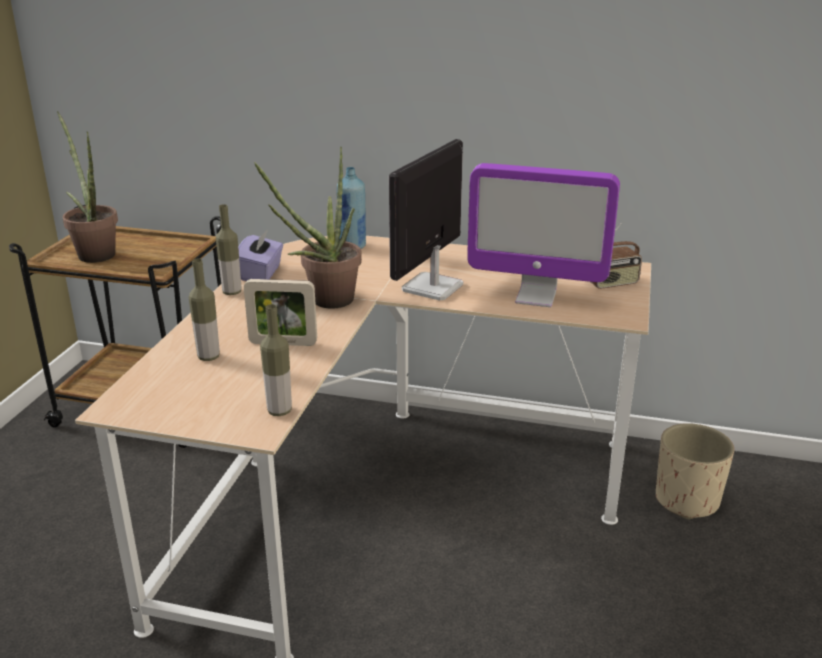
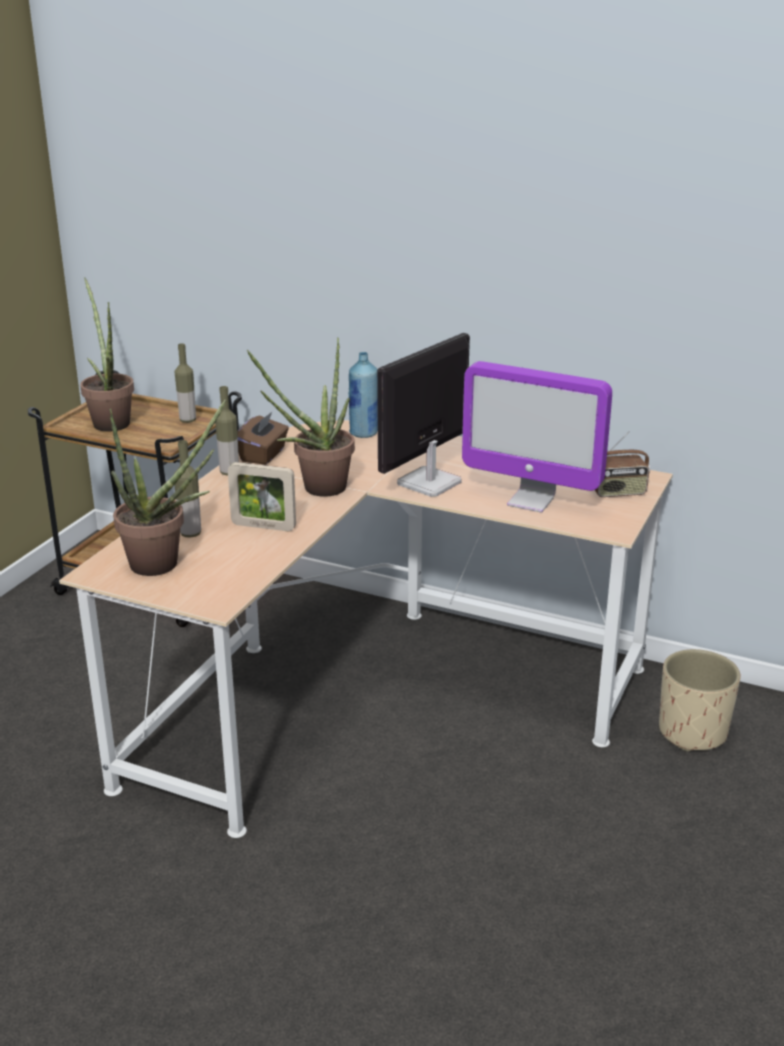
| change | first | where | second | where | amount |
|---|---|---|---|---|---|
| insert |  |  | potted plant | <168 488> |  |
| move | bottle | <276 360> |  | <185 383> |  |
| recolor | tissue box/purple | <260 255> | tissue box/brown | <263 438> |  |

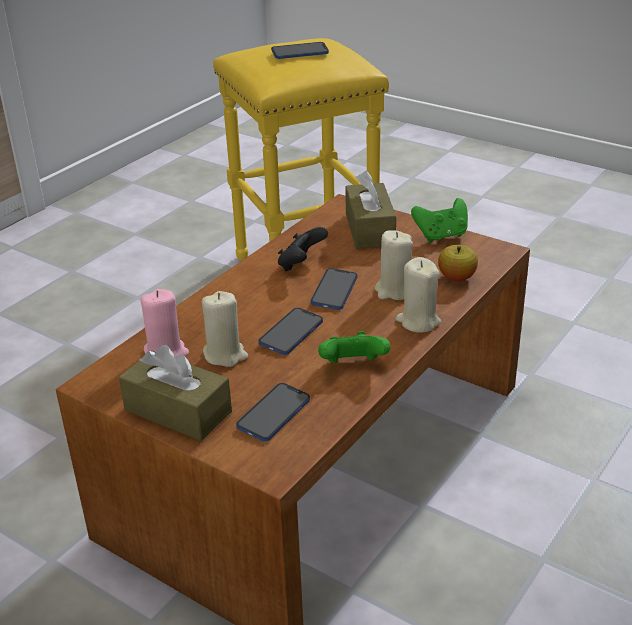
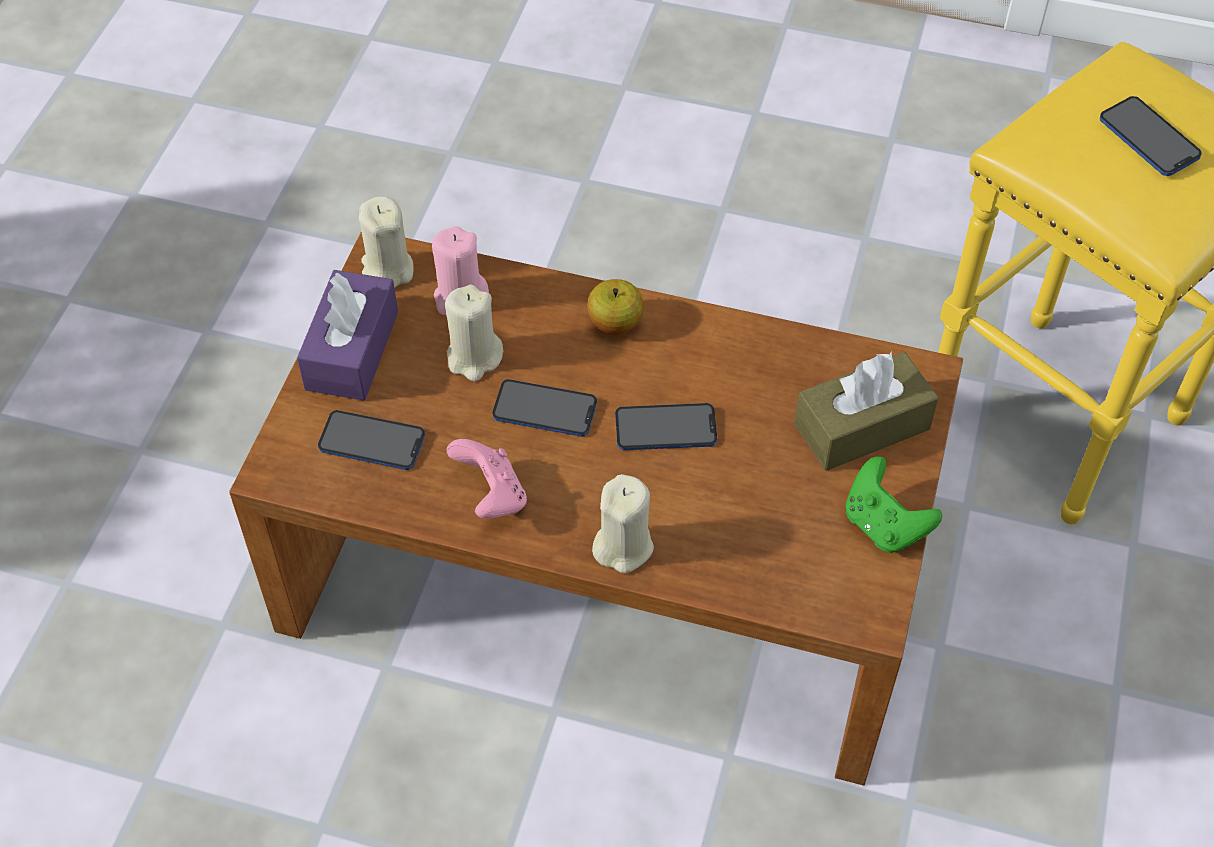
| change | first | where | second | where | amount |
|---|---|---|---|---|---|
| recolor | tissue box/brown | <175 393> | tissue box/purple | <347 335> |  |
| move | candle/beige | <394 265> |  | <386 242> |  |
| recolor | game controller/green | <354 347> | game controller/pink | <487 479> |  |
| move | apple | <458 263> |  | <615 307> |  |
| delete | game controller/black | <303 249> |  |  |  |

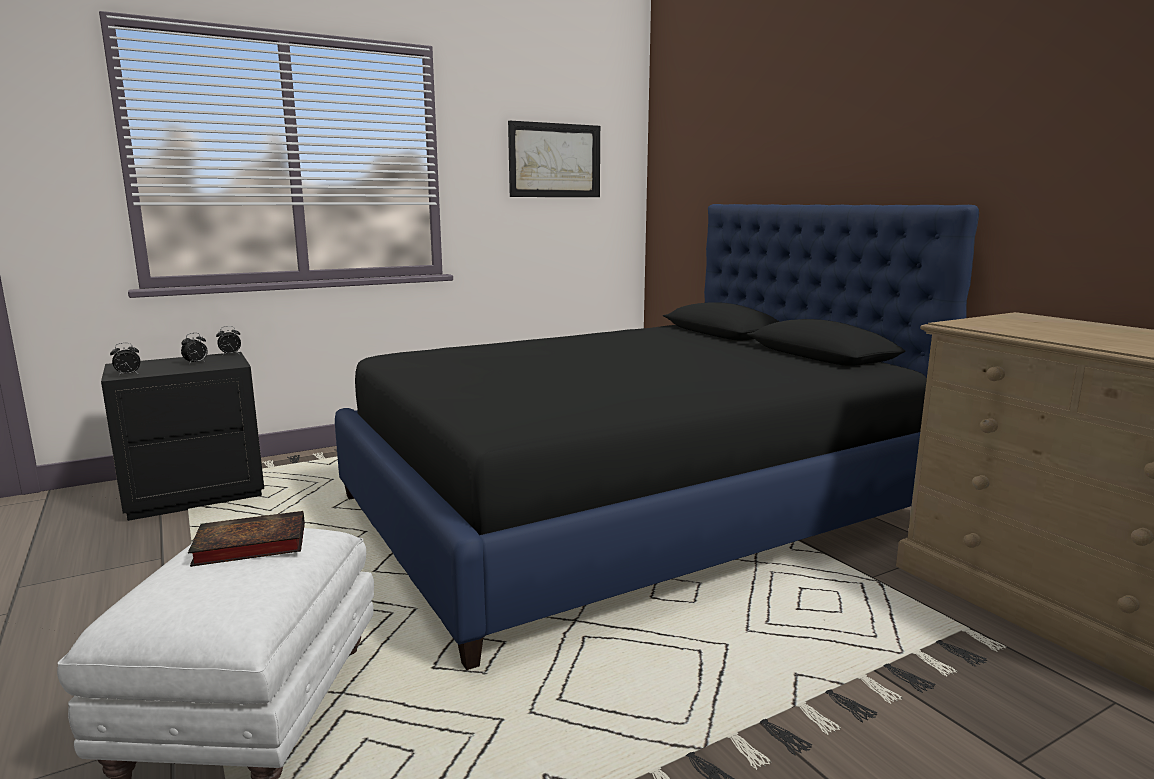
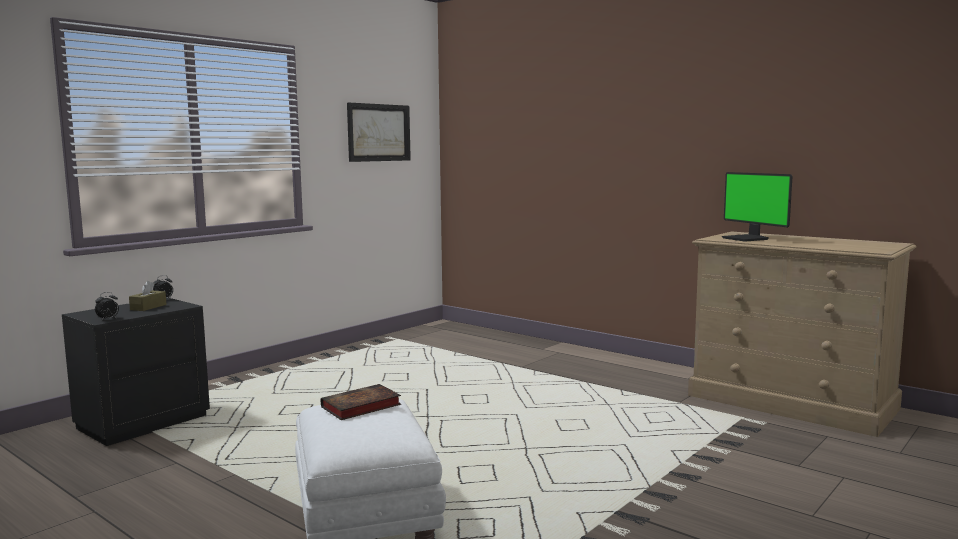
| change | first | where | second | where | amount |
|---|---|---|---|---|---|
| replace | alarm clock | <194 348> | tissue box/brown | <148 296> |  |
| insert |  |  | monitor | <757 207> |  |
| delete | bed/black | <657 437> |  |  |  |

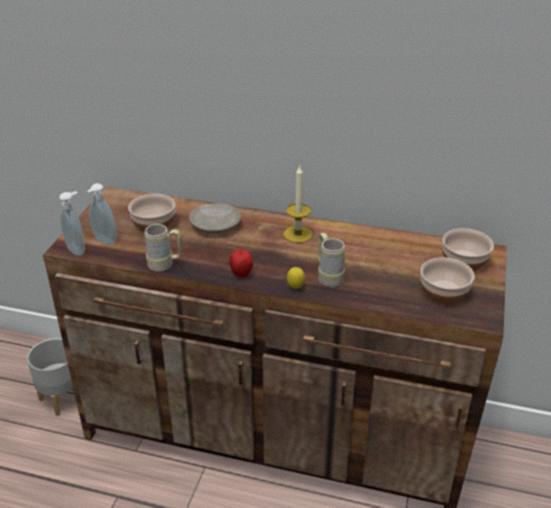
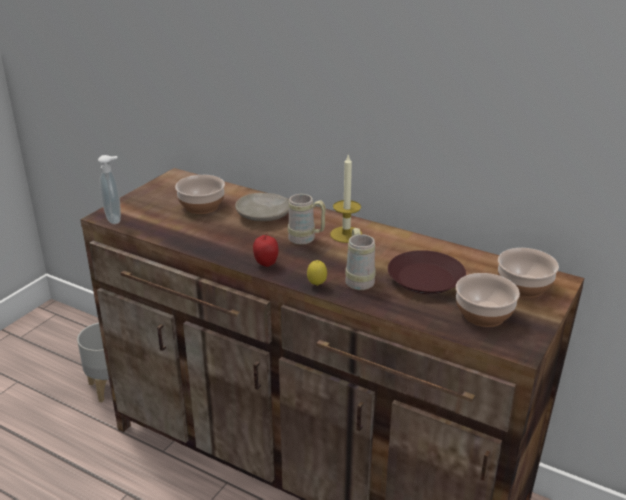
| change | first | where | second | where | amount |
|---|---|---|---|---|---|
| move | mug/beige | <163 248> |  | <307 219> |  |
| insert |  |  | plate/brown | <427 272> |  |
| delete | soap dispenser | <102 214> |  |  |  |

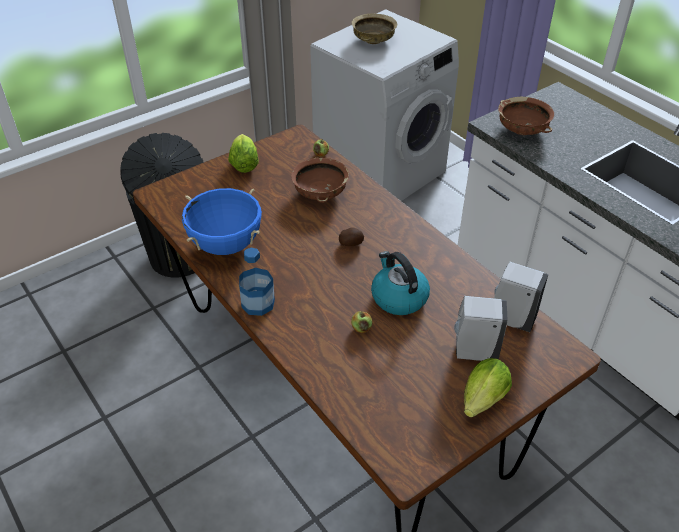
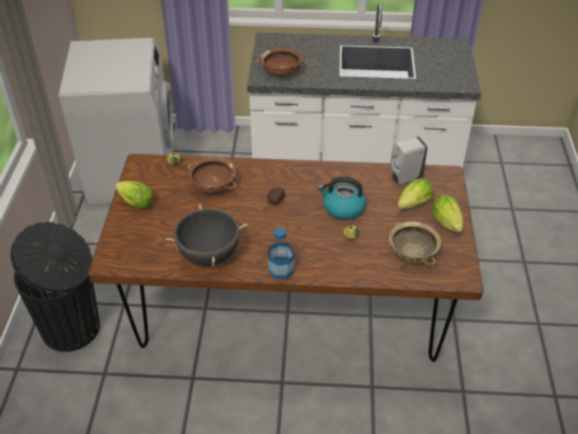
| change | first | where | second | where | amount |
|---|---|---|---|---|---|
| recolor | cooking pot/blue | <222 221> | cooking pot/black | <206 235> |  |
| move | bowl/beige | <374 29> |  | <415 243> |  |
| replace | soap dispenser/white | <481 328> | lettuce | <415 194> |  |

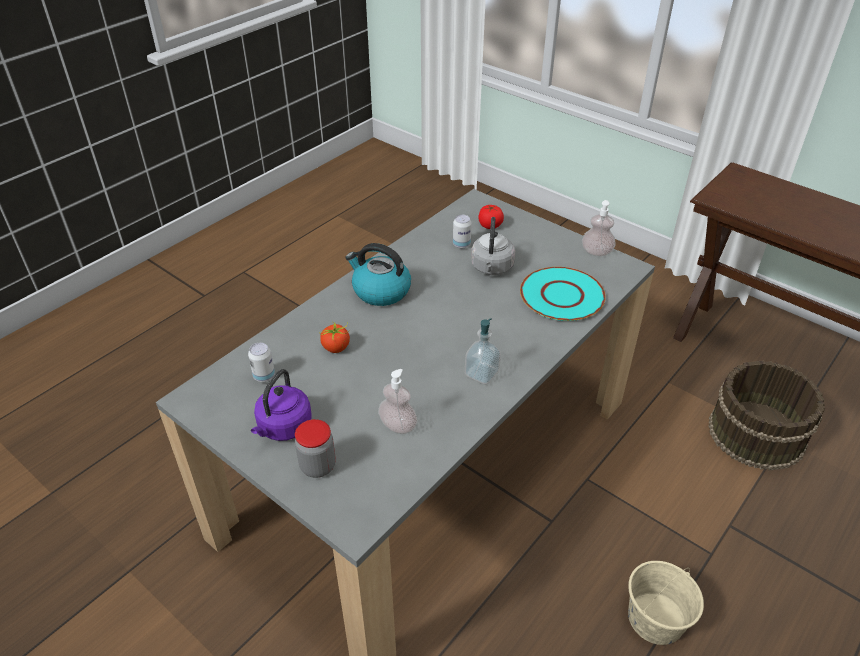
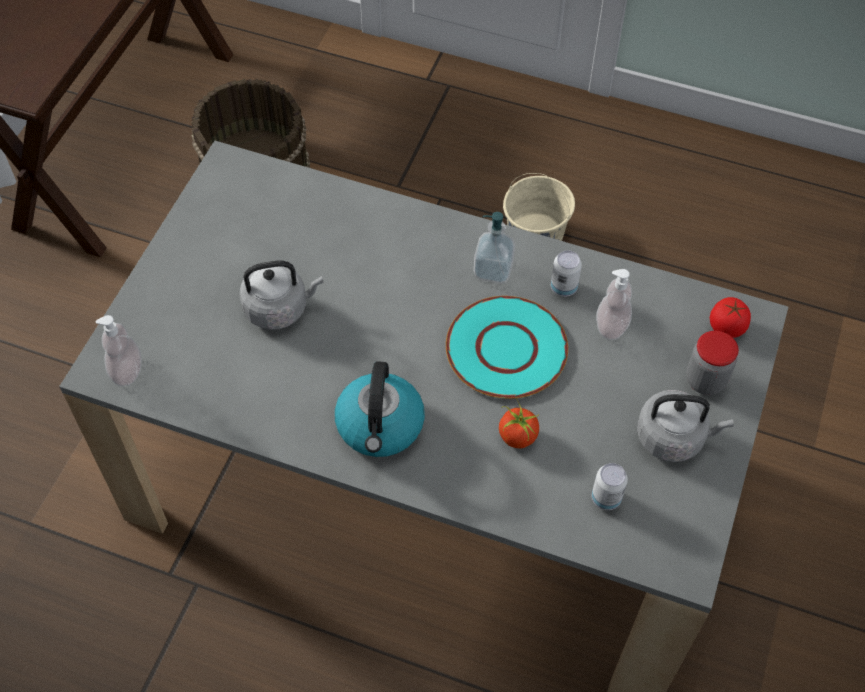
| change | first | where | second | where | amount |
|---|---|---|---|---|---|
| move | soap dispenser | <599 228> |  | <118 350> |  |
| move | plate/turquoise | <563 294> |  | <507 347> |  |
| move | can | <462 232> |  | <566 273> |  |
| recolor | kettle/purple | <281 405> | kettle/grey | <685 426> |  |
| move | tomato | <491 217> |  | <730 317> |  |

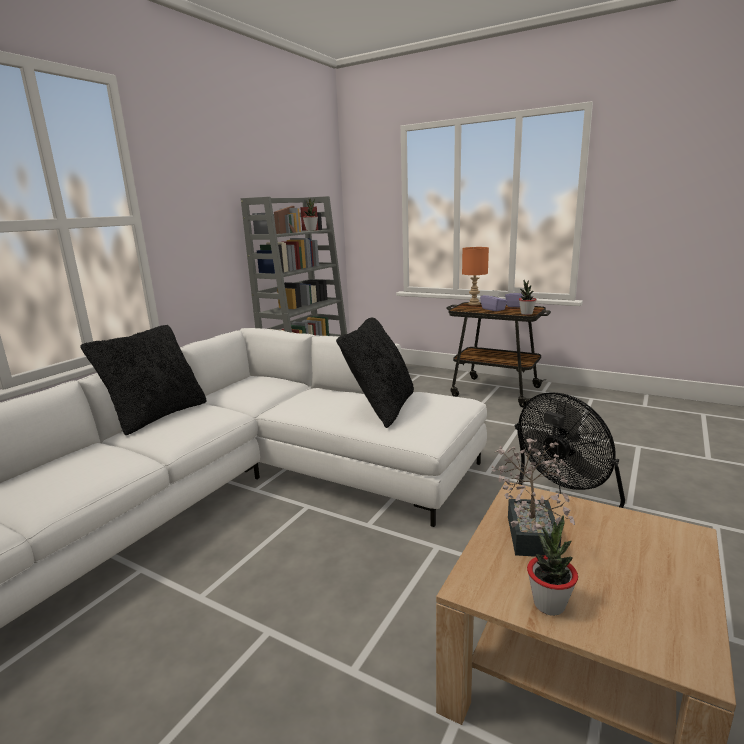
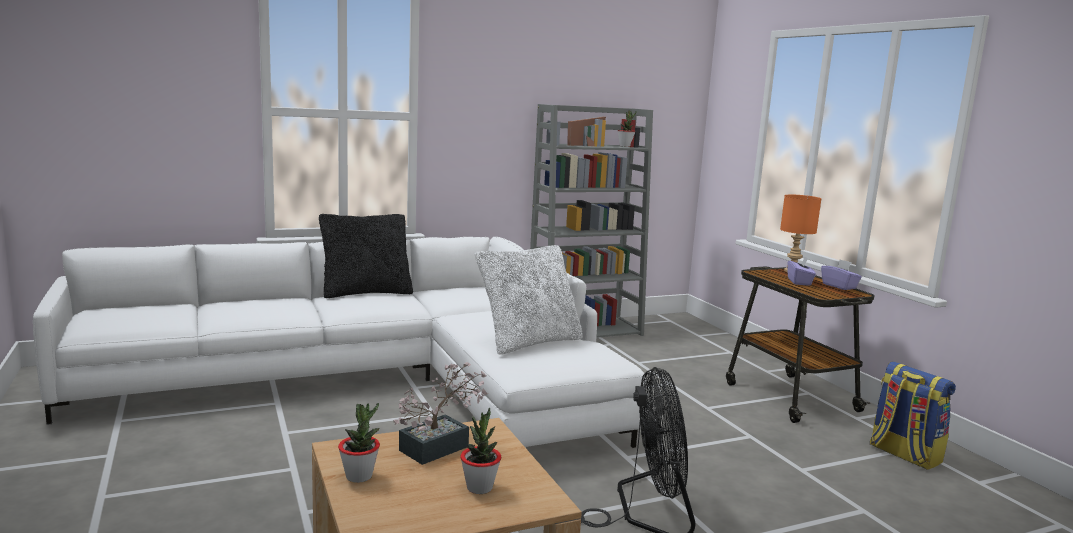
| change | first | where | second | where | amount |
|---|---|---|---|---|---|
| move | potted plant | <528 297> |  | <481 451> |  |
| recolor | pillow/black | <375 372> | pillow/white | <529 300> |  |
| insert |  |  | backpack | <913 415> |  |

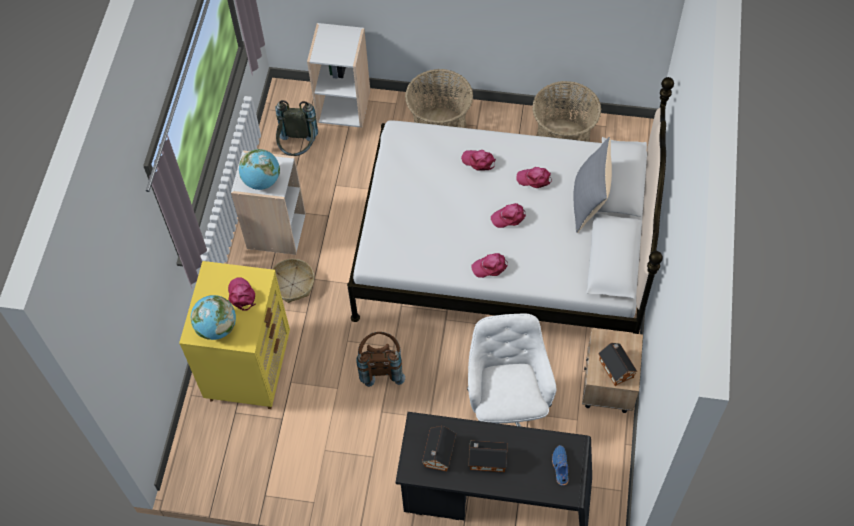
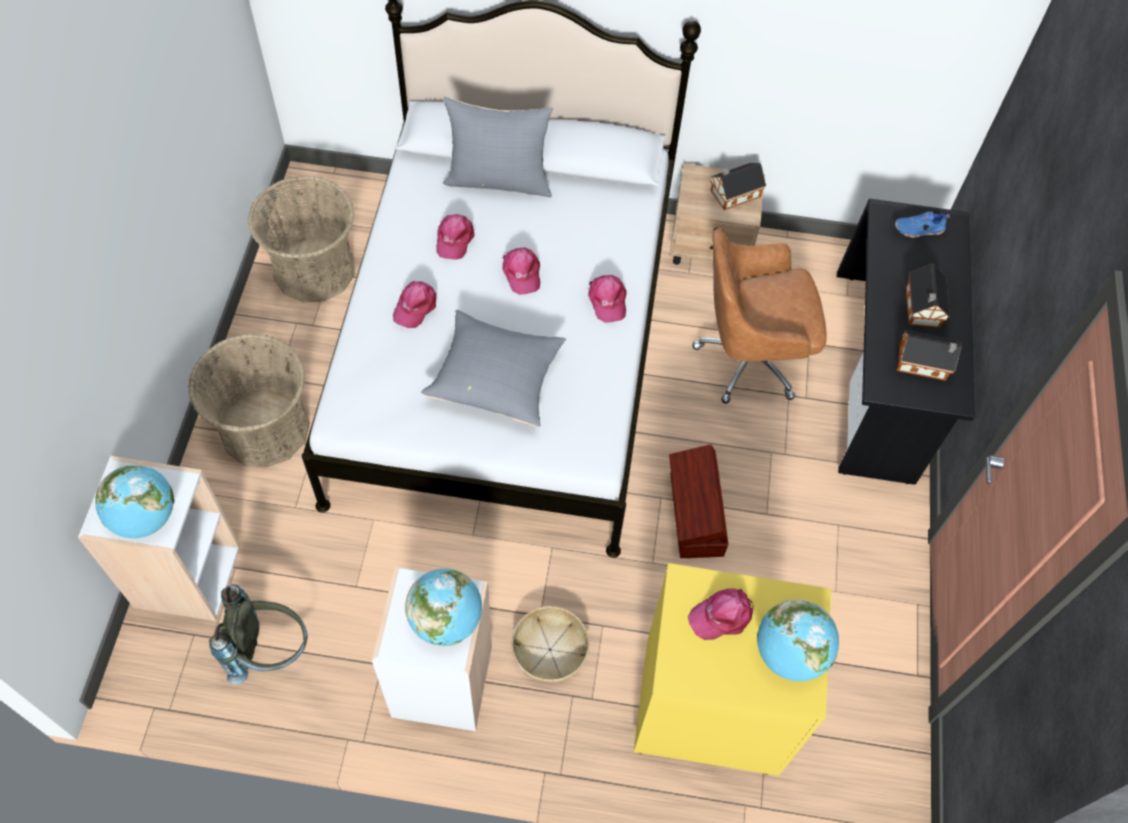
| change | first | where | second | where | amount |
|---|---|---|---|---|---|
| insert |  |  | globe | <135 501> |  |
| insert |  |  | pillow/grey | <493 368> |  |
| replace | backpack/brown | <380 359> | storage box/brown | <698 501> |  |
| recolor | office chair/white | <511 370> | office chair/brown | <759 315> |  |

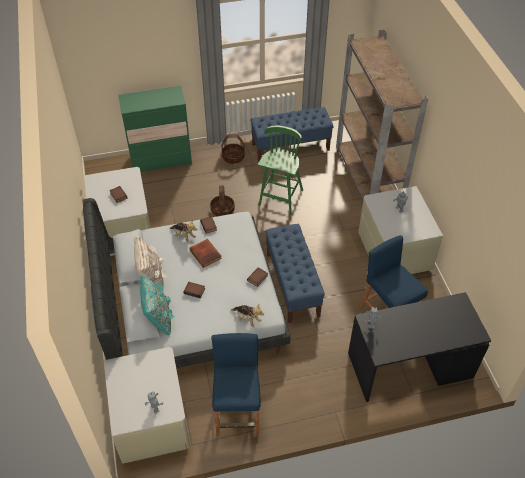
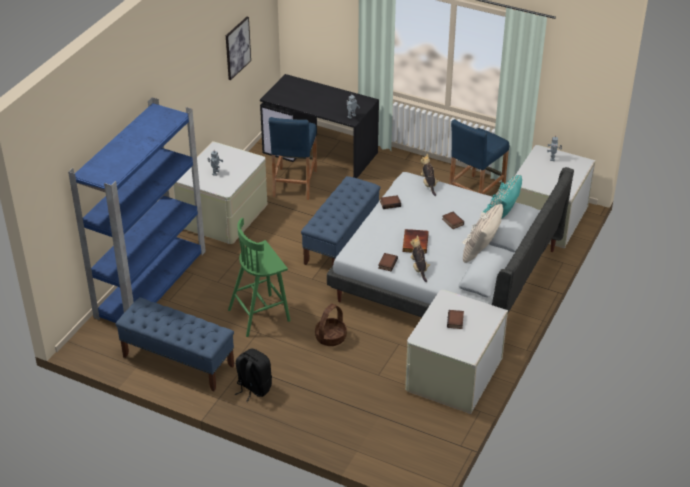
| change | first | where | second | where | amount |
|---|---|---|---|---|---|
| recolor | bookcase/brown | <382 116> | bookcase/blue | <137 210> |  |
| insert |  |  | picture | <238 48> |  |
| replace | basket | <233 149> | backpack/black | <253 375> |  |
| delete | dresser/green | <155 129> |  |  |  |

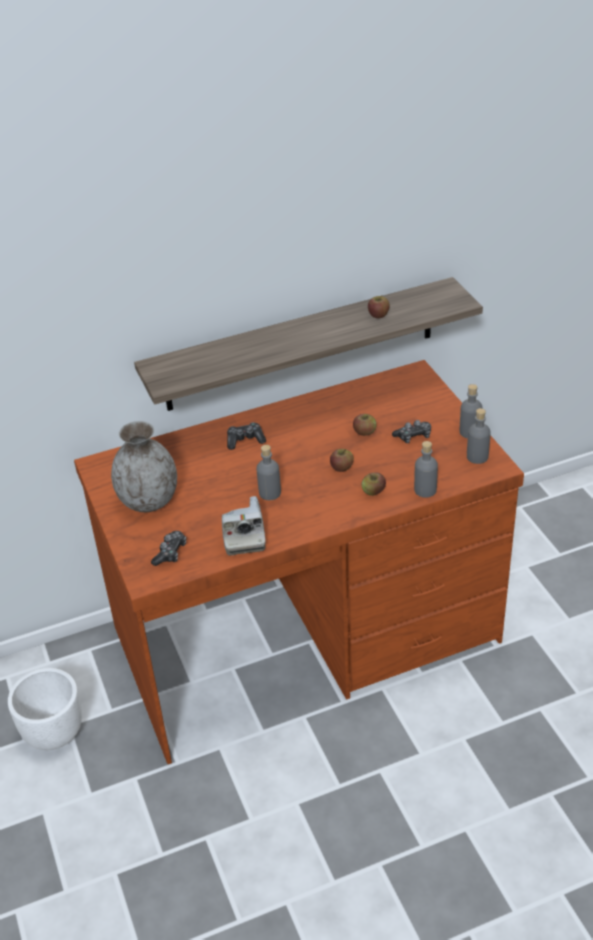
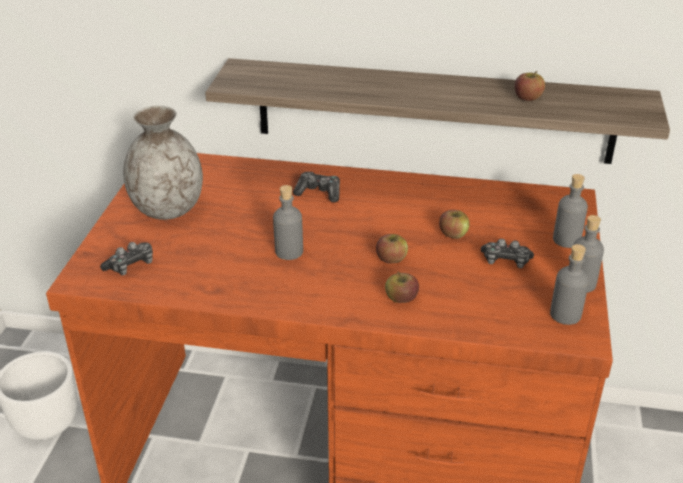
| change | first | where | second | where | amount |
|---|---|---|---|---|---|
| move | bottle/grey | <426 469> |  | <570 211> |  |
| delete | photo camera | <244 525> |  |  |  |

